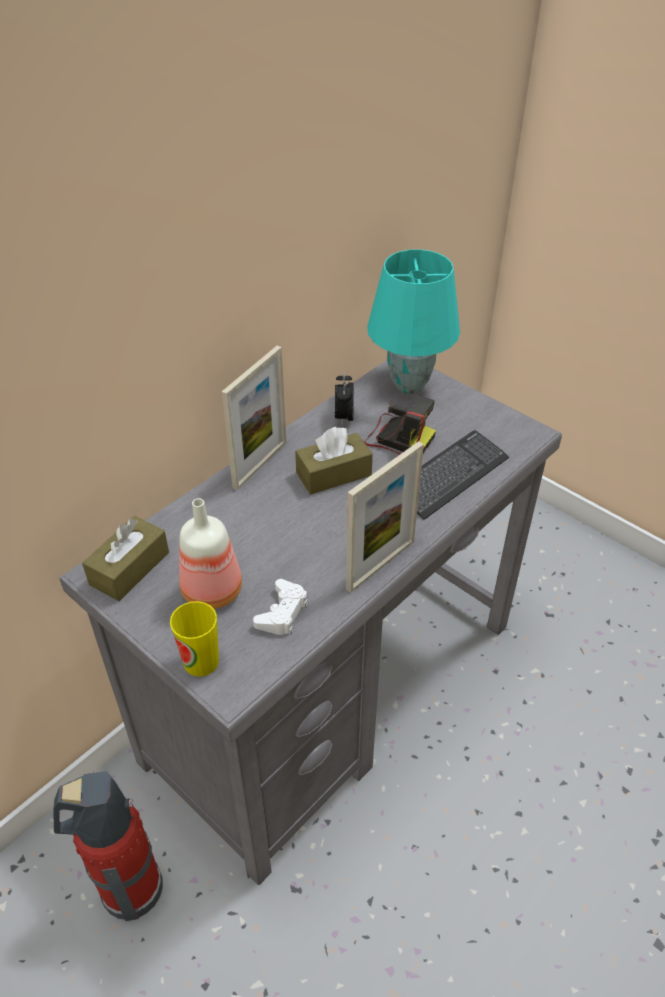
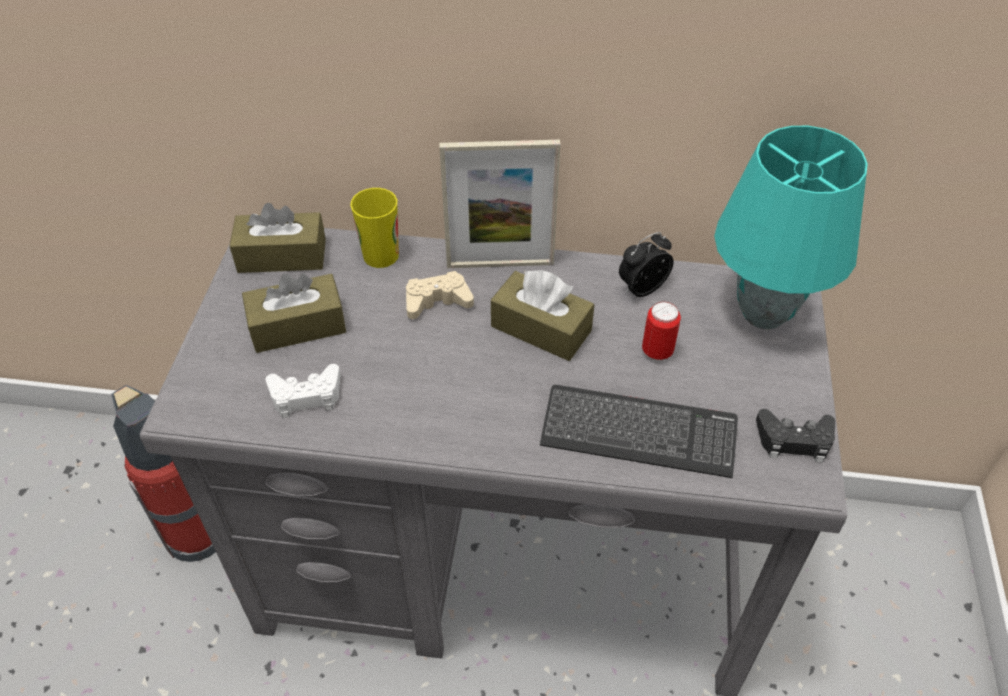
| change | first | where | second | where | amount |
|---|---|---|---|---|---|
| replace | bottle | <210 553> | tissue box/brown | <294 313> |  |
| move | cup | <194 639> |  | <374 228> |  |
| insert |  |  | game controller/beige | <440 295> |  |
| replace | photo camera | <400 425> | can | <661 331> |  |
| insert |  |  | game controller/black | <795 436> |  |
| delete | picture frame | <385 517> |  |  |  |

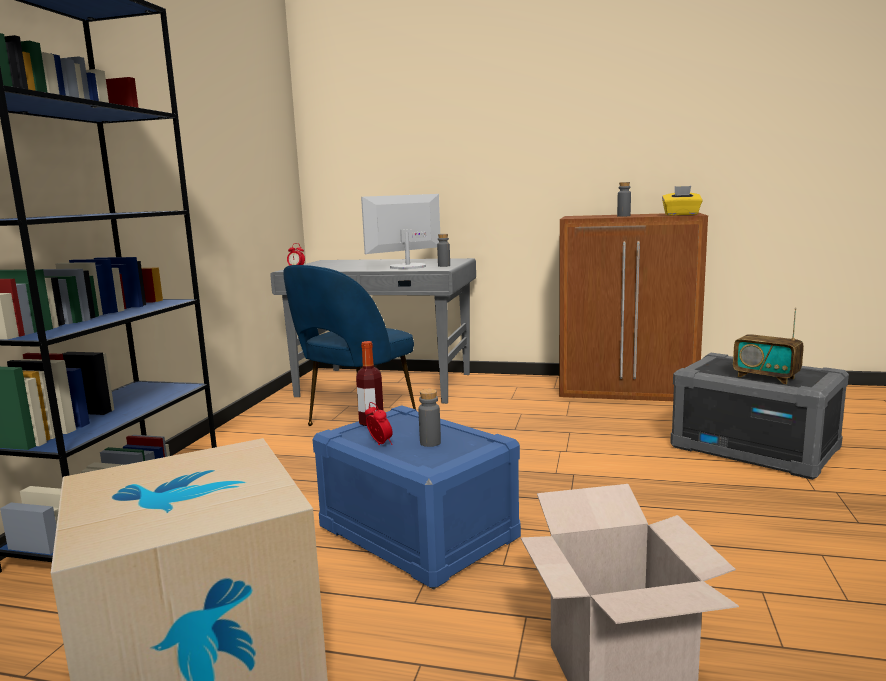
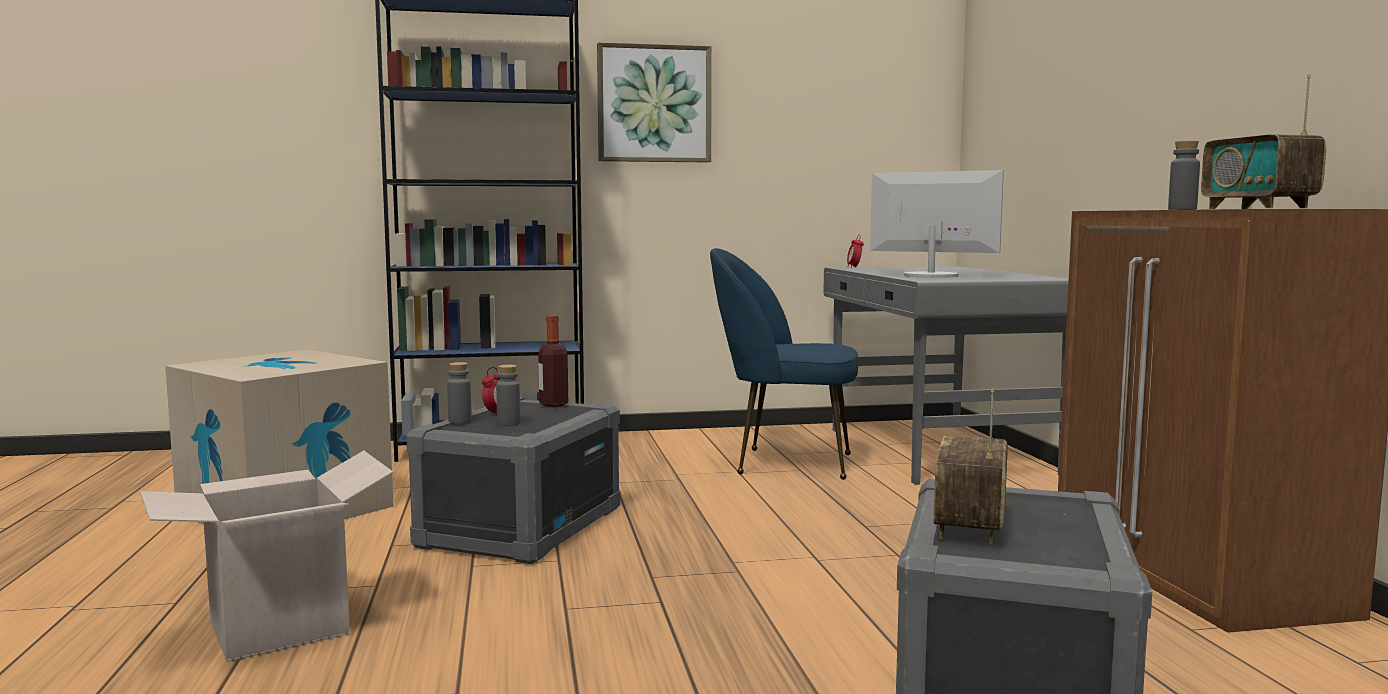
| change | first | where | second | where | amount |
|---|---|---|---|---|---|
| recolor | storage box/blue | <417 497> | storage box/grey | <513 480> |  |
| move | bottle/grey | <443 250> |  | <459 392> |  |
| insert |  |  | picture | <654 102> |  |
| replace | tissue box/yellow | <682 200> | radio | <1263 142> |  |

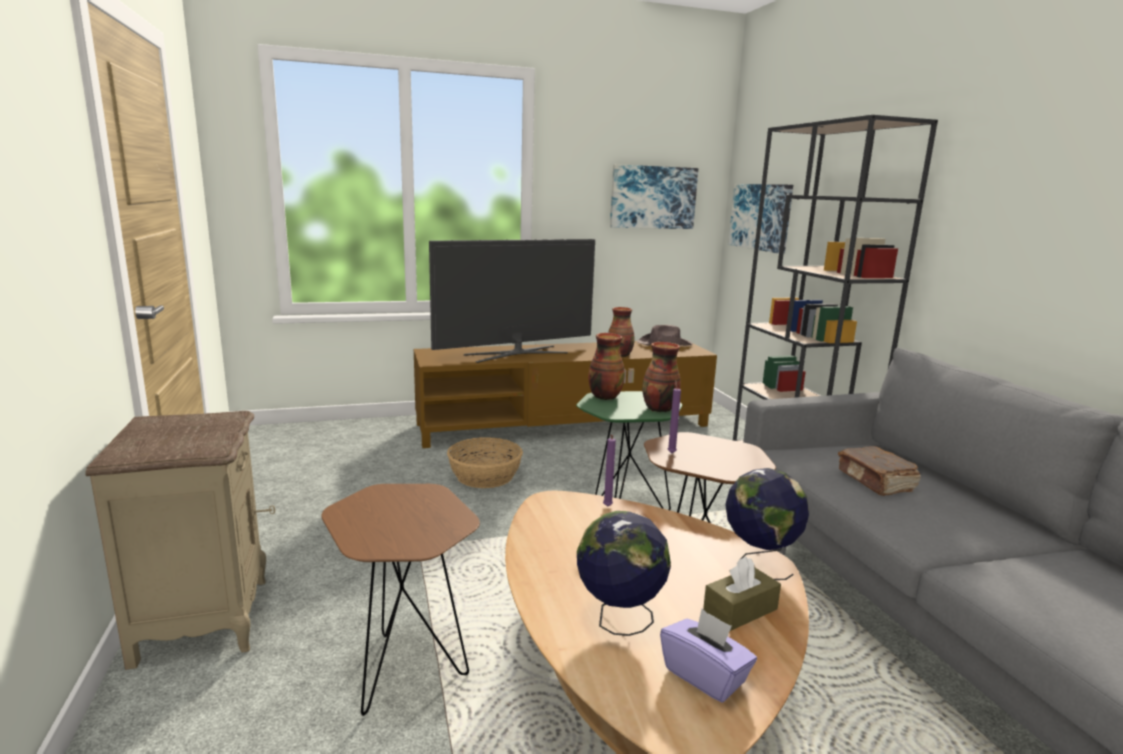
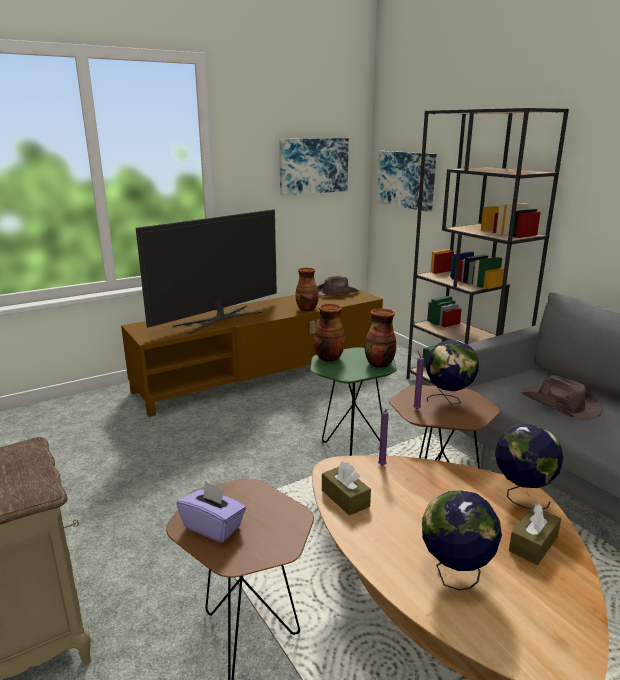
| change | first | where | second | where | amount |
|---|---|---|---|---|---|
| move | tissue box/purple | <708 656> |  | <211 512> |  |
| insert |  |  | tissue box/brown | <346 489> |  |
| insert |  |  | globe | <452 372> |  |
| replace | book/brown | <879 471> | hat/brown | <561 398> |  |
| delete | basket | <485 462> |  |  |  |

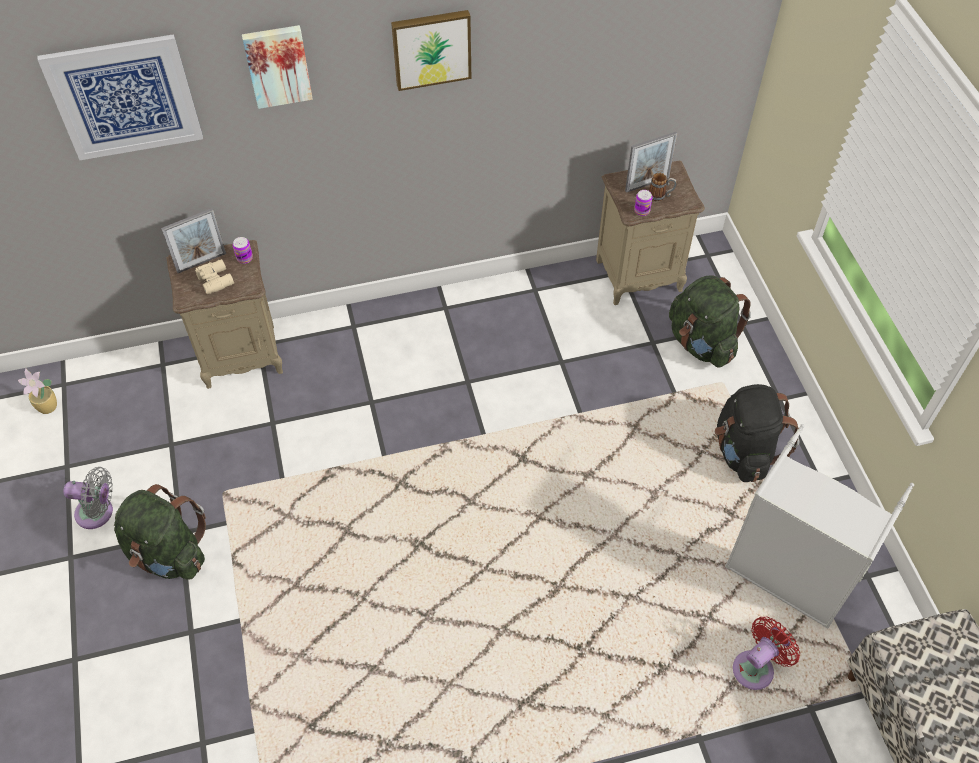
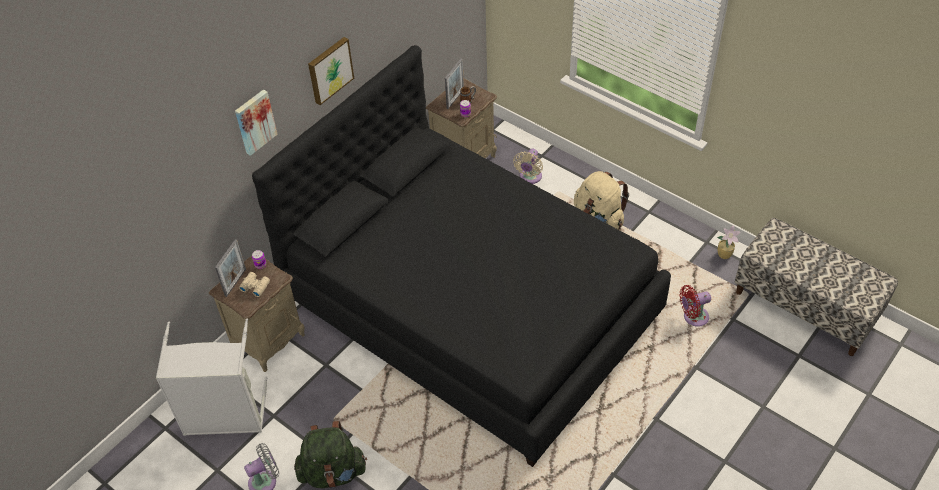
| change | first | where | second | where | amount |
|---|---|---|---|---|---|
| move | laundry basket/grey | <819 526> |  | <211 377> |  |
| insert |  |  | bed/black | <461 256> |  |
| replace | backpack/green | <710 321> | fan/beige | <528 166> |  |
| recolor | backpack/black | <757 433> | backpack/beige | <601 200> |  |
| rotate | fan/red | <766 653> |  | <695 306> | 120 degrees counterclockwise |
| move | potted plant | <37 391> |  | <728 242> |  |
| delete | picture | <120 97> |  |  |  |

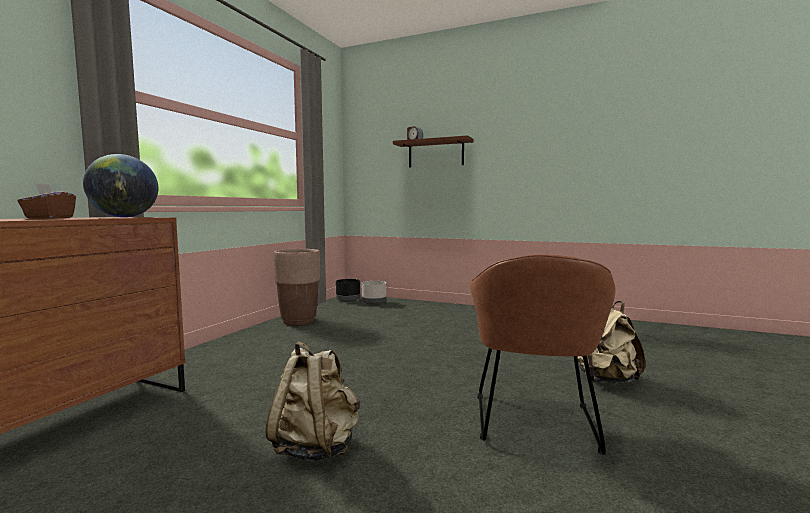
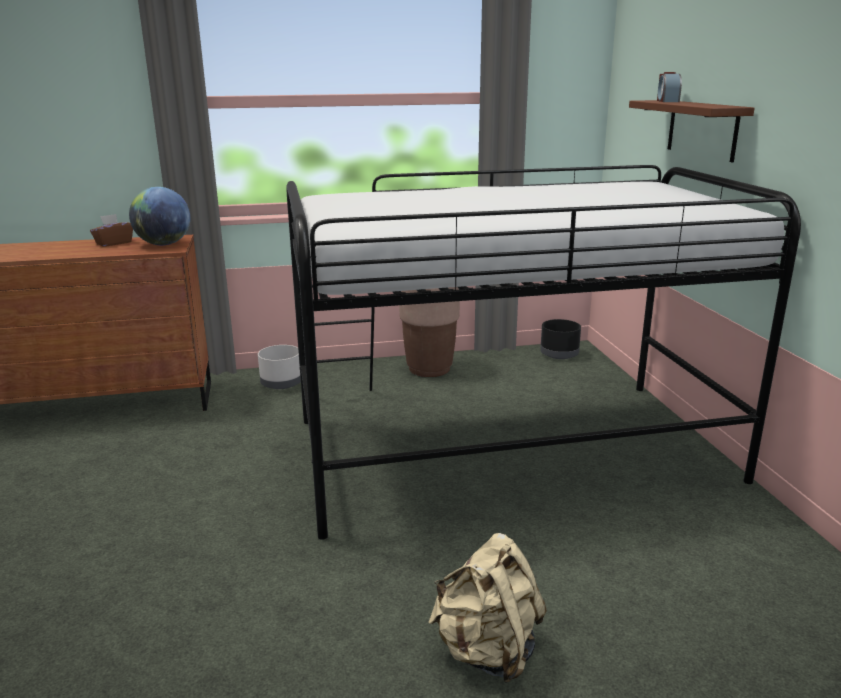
| change | first | where | second | where | amount |
|---|---|---|---|---|---|
| move | planter/grey | <373 293> |  | <279 367> |  |
| insert |  |  | bed/black | <543 352> |  |
| delete | backpack/beige | <313 401> |  |  |  |
| delete | armchair/brown | <542 354> |  |  |  |

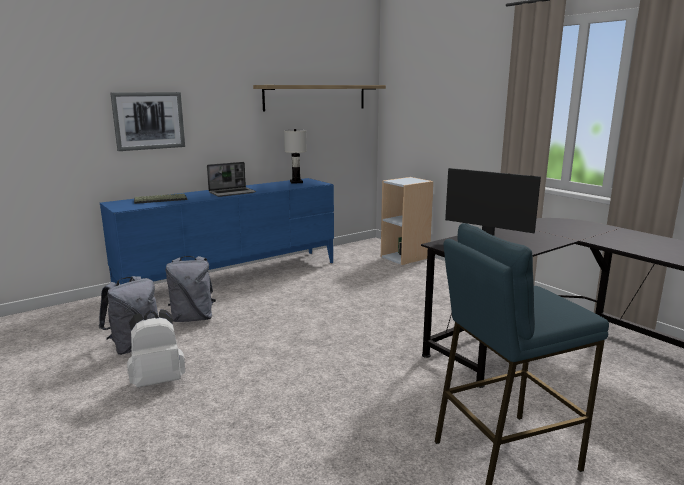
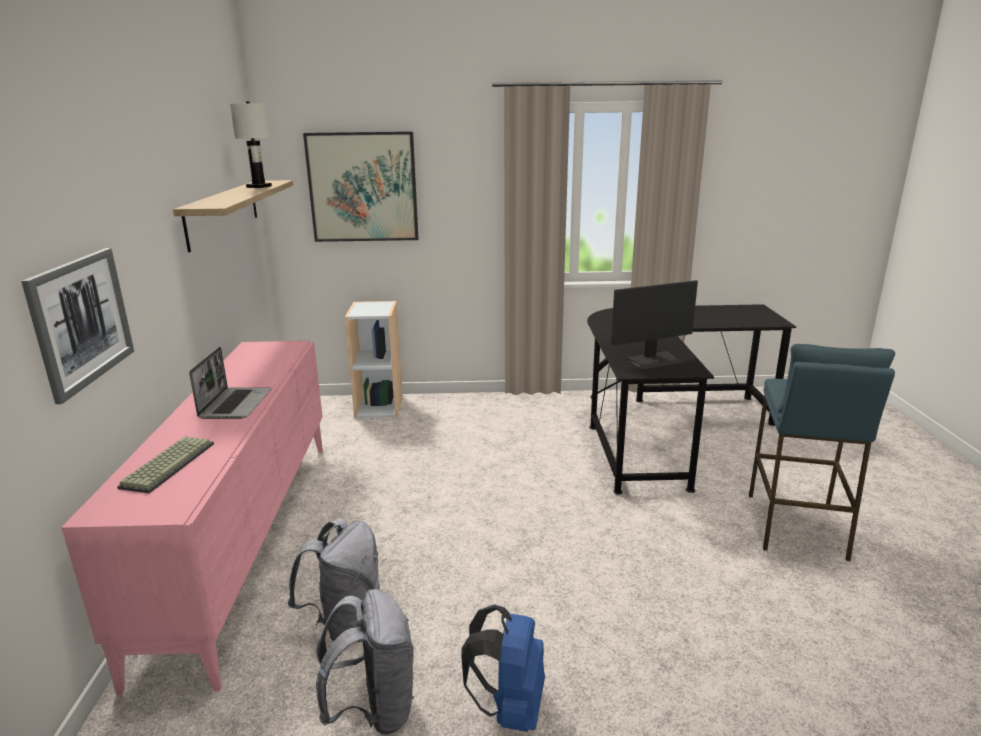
| change | first | where | second | where | amount |
|---|---|---|---|---|---|
| recolor | cabinet/blue | <217 231> | cabinet/pink | <192 518> |  |
| move | table lamp/white | <295 156> |  | <251 145> |  |
| insert |  |  | picture | <360 186> |  |
| recolor | backpack/white | <156 348> | backpack/blue | <503 668> |  |

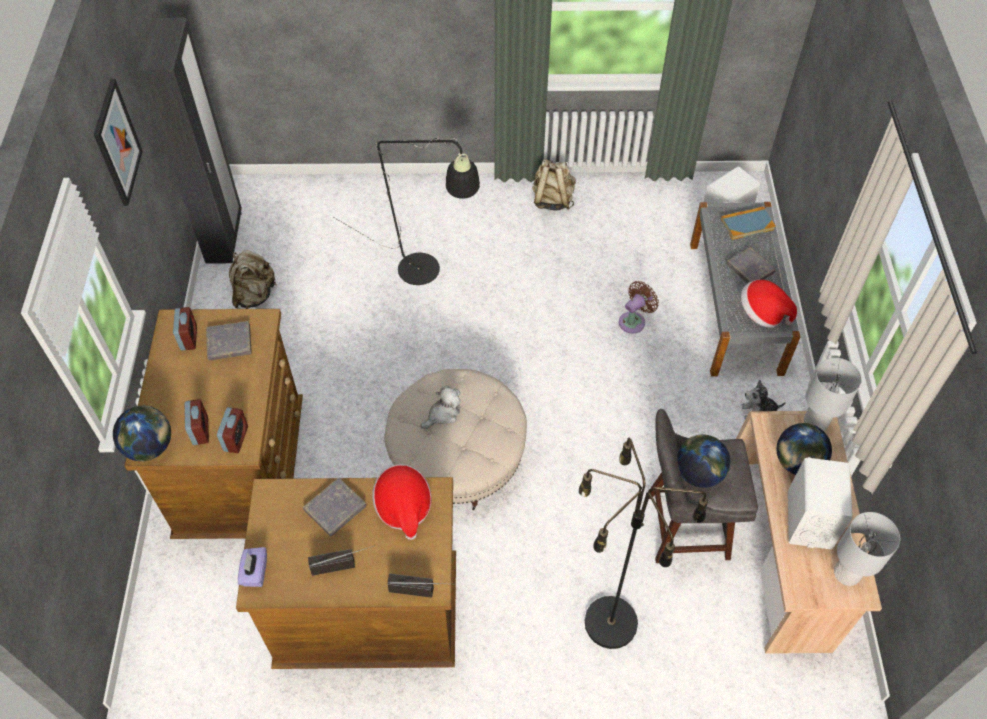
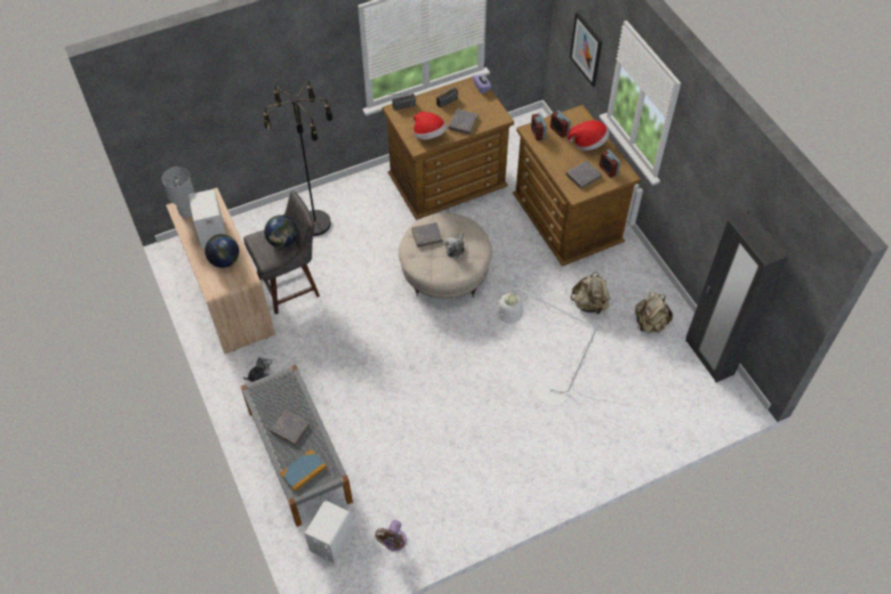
| change | first | where | second | where | amount |
|---|---|---|---|---|---|
| move | fan/brown | <639 307> |  | <390 535> |  |
| insert |  |  | book/grey | <427 234> |  |
| recolor | floor lamp/black | <406 211> | floor lamp/white | <572 348> |  |
| move | hat | <769 304> |  | <588 135> |  |
| move | picture | <118 142> |  | <586 49> |  |
| move | backpack/beige | <554 185> |  | <591 293> |  |
| delete | globe | <142 433> |  |  |  |
| delete | table lamp/grey | <833 394> |  |  |  |

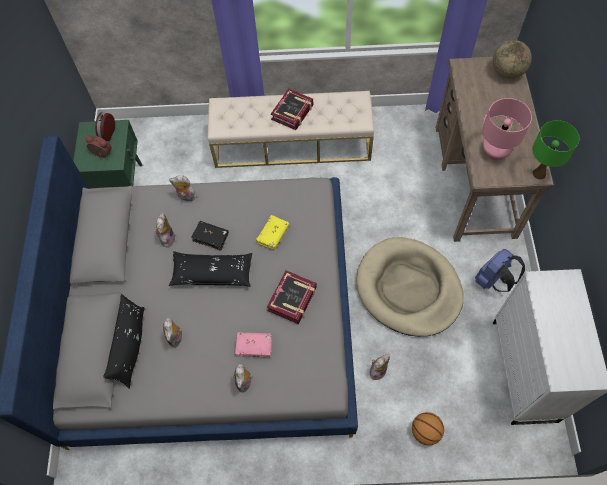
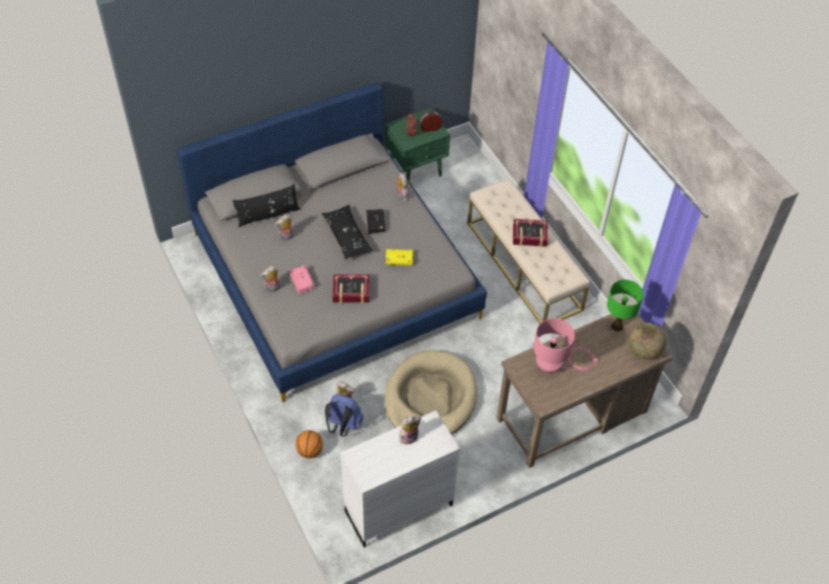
| change | first | where | second | where | amount |
|---|---|---|---|---|---|
| move | backpack/blue | <500 270> |  | <344 415> |  |
| move | plush toy | <164 230> |  | <410 430> |  |
| move | table lamp/green | <556 149> |  | <625 305> |  |

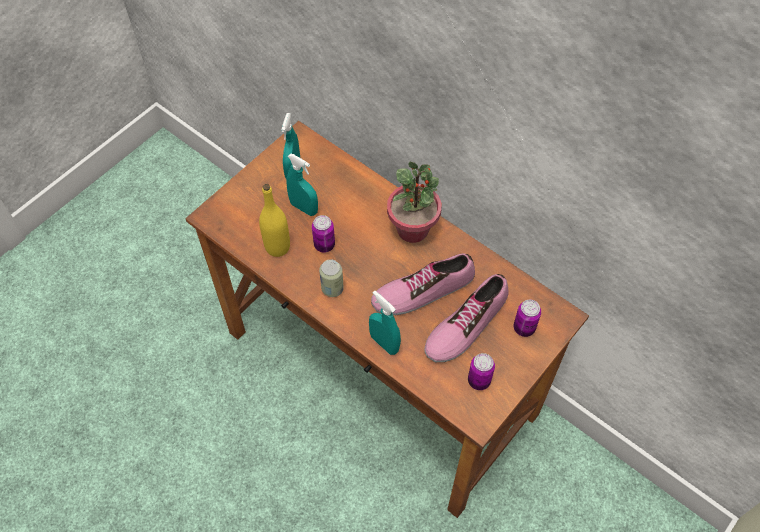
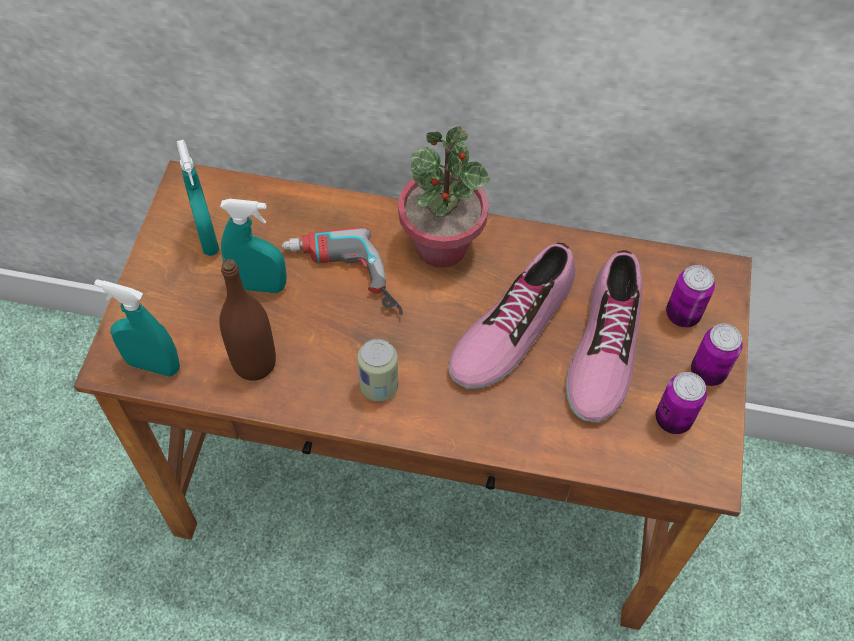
| change | first | where | second | where | amount |
|---|---|---|---|---|---|
| move | spray bottle/turquoise | <385 323> |  | <137 328> |  |
| recolor | bottle/yellow | <274 220> | bottle/brown | <247 320> |  |
| insert |  |  | power drill | <342 271> |  |
| move | can | <323 234> |  | <717 355> |  |

